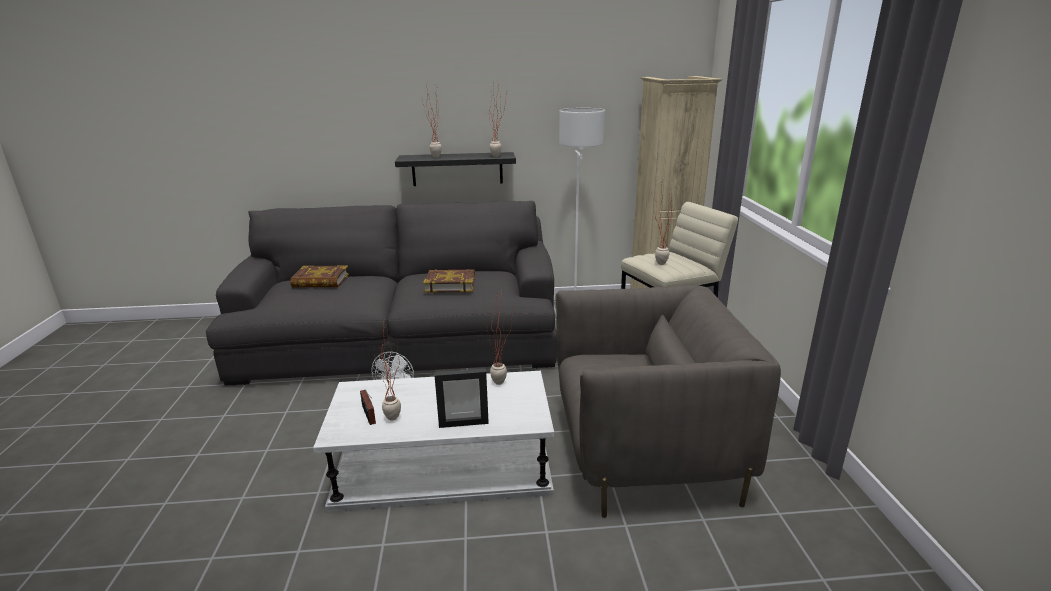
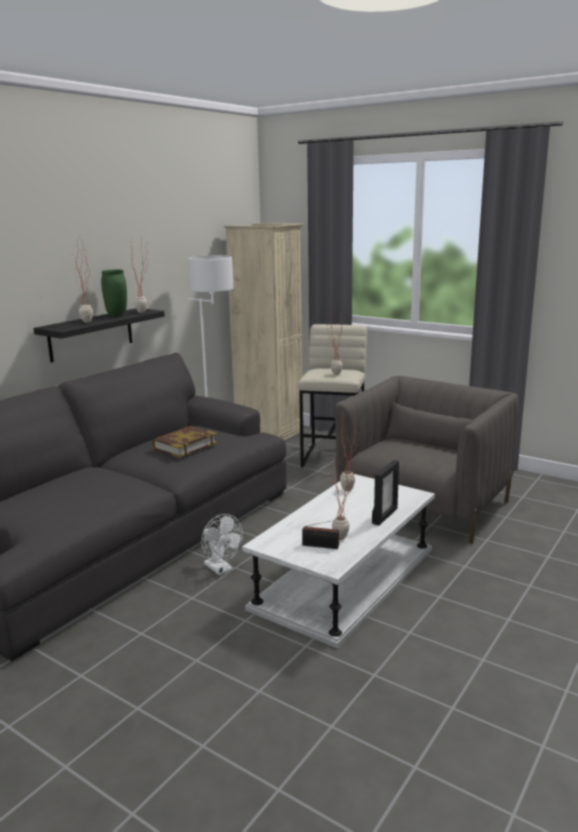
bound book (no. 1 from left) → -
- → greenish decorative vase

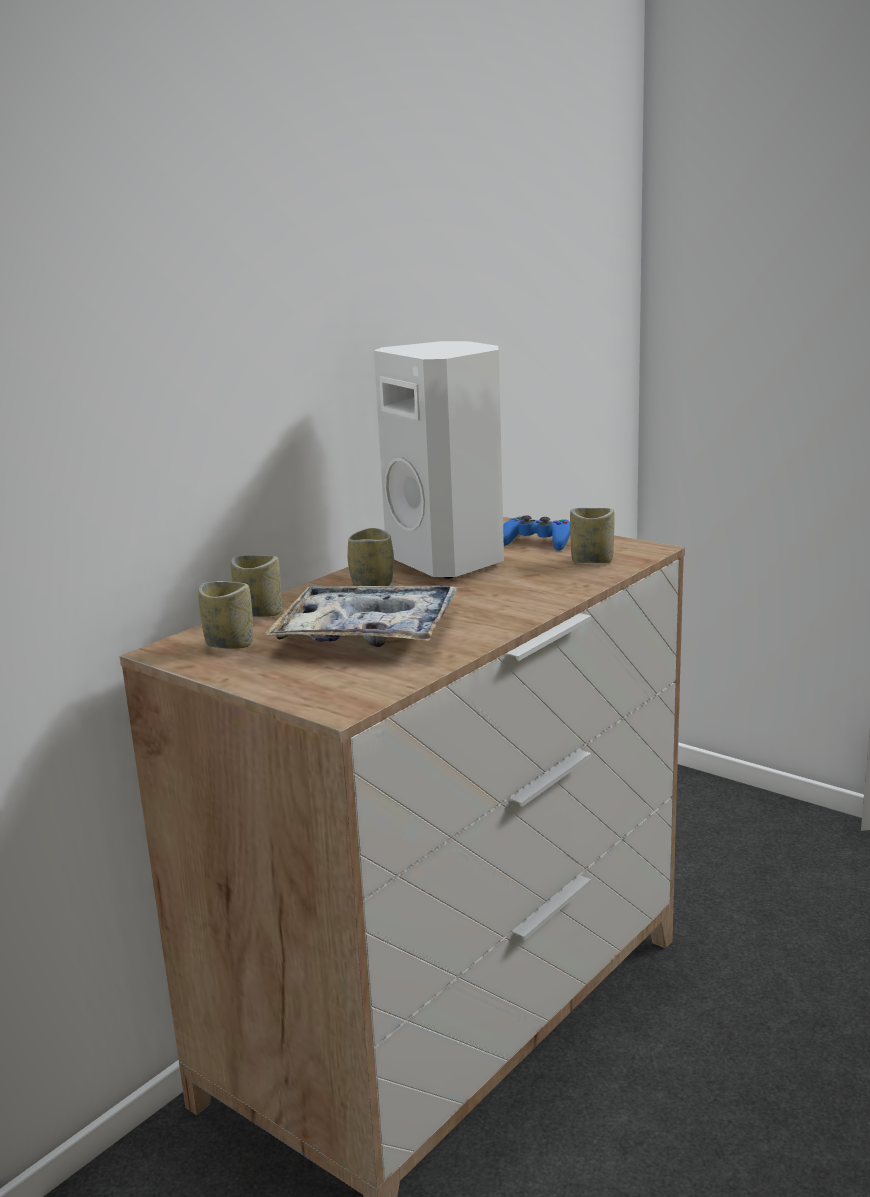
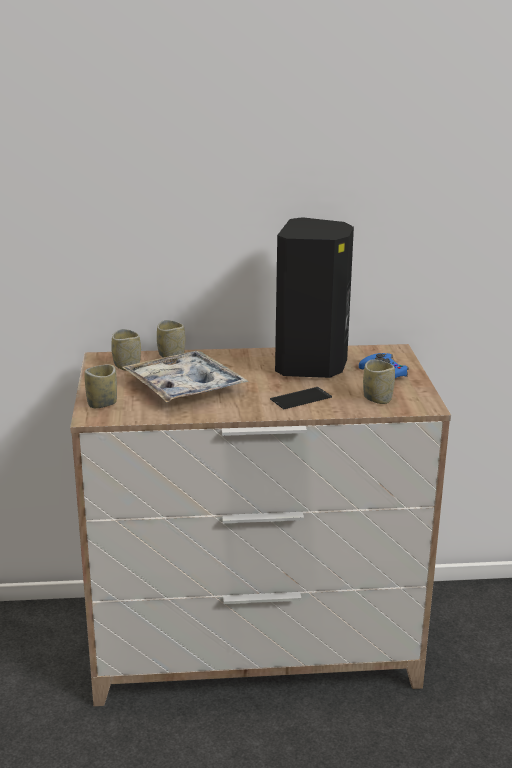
white-coloured loudspeaker → black loudspeaker
cup (no. 3 from left in the first image) → cup (no. 1 from left), shifted
- → phone

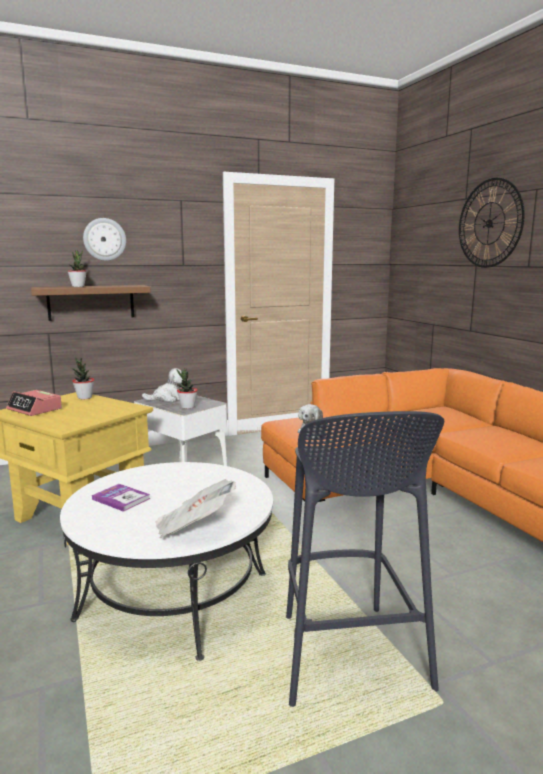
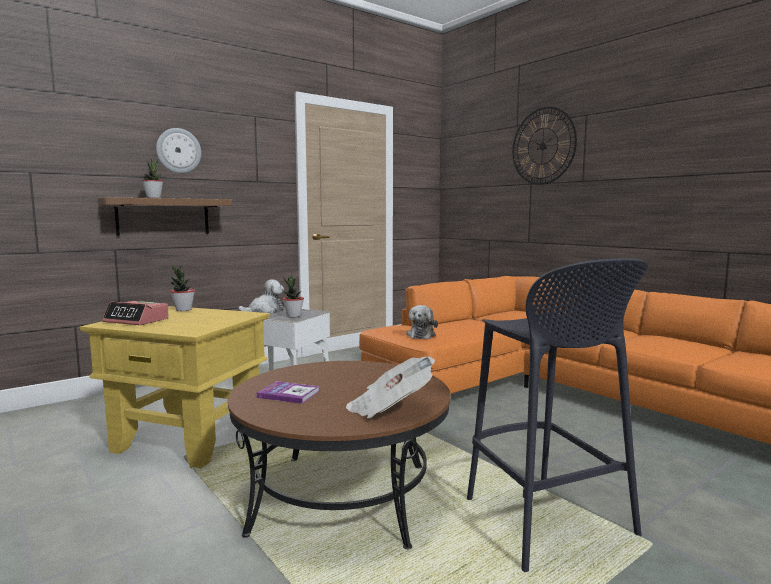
white-coloured low table → brown low table

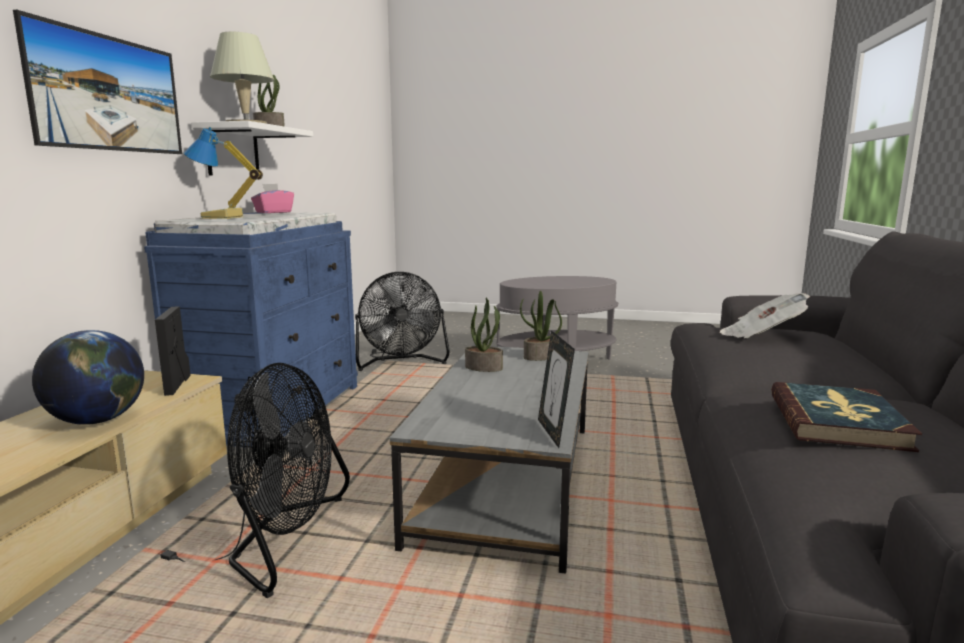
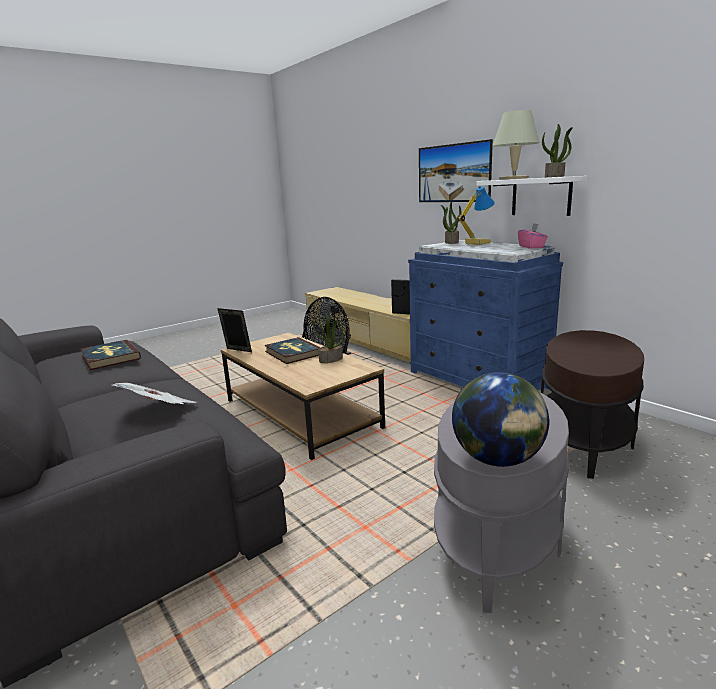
black electric fan (no. 2 from left) → brown accent table
houseplant (no. 3 from left in the first image) → houseplant (no. 2 from left), shifted
world globe, shifted
grey low table → brown low table
- → bound book (no. 2 from left)

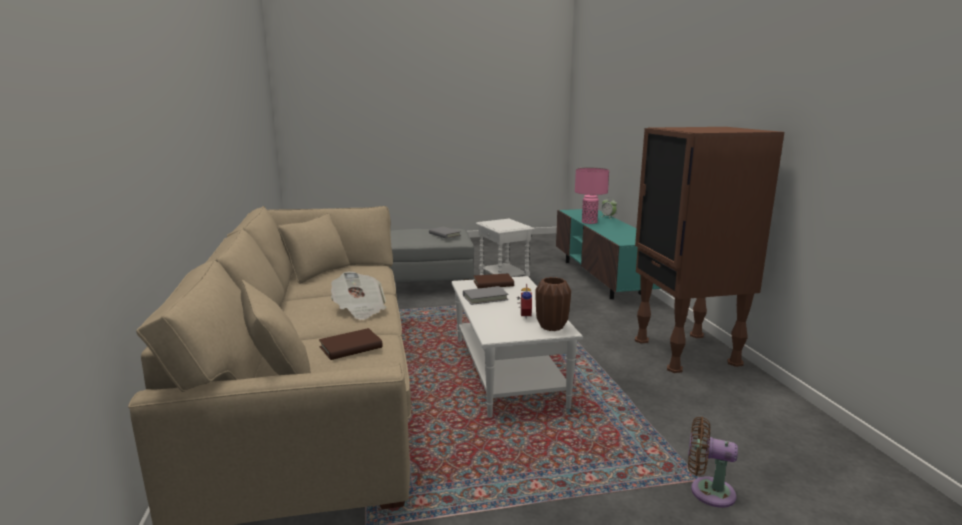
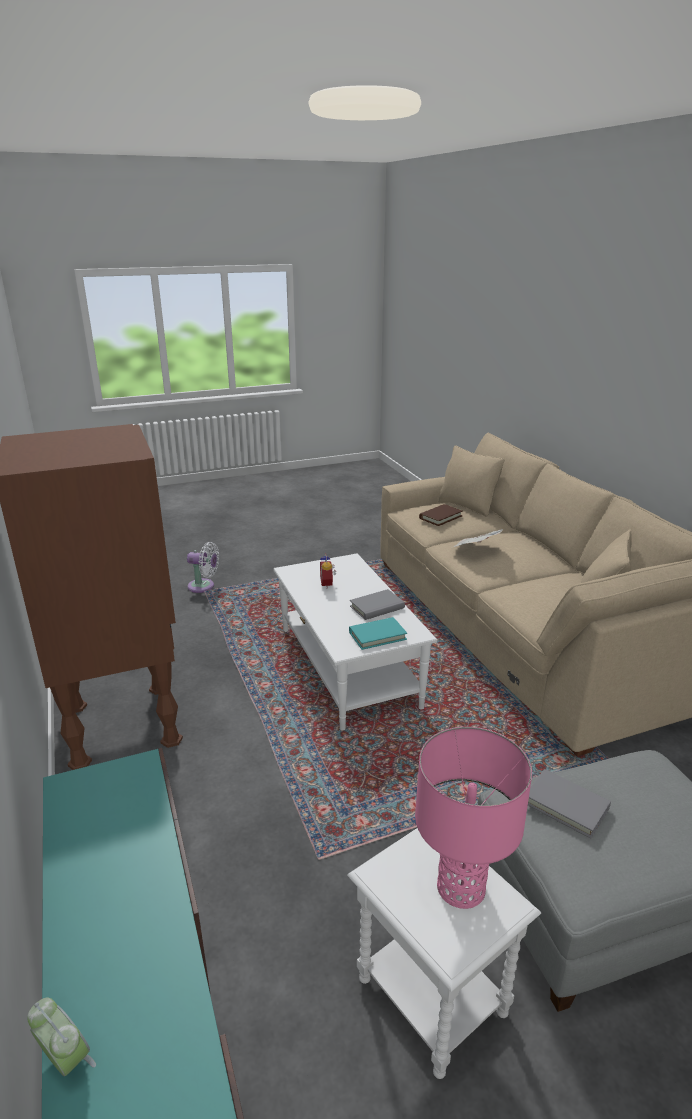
pink-coloured lamp for a table, shifted
brown bound book (no. 2 from left) → turquoise-coloured bound book
brown decorative vase → -
brown electric fan → white-coloured electric fan

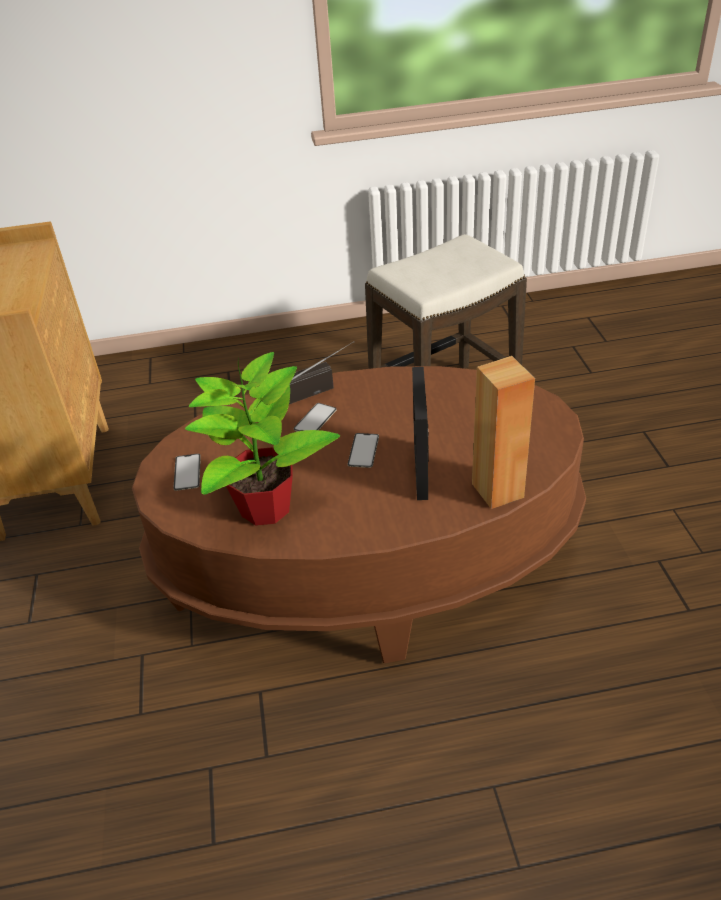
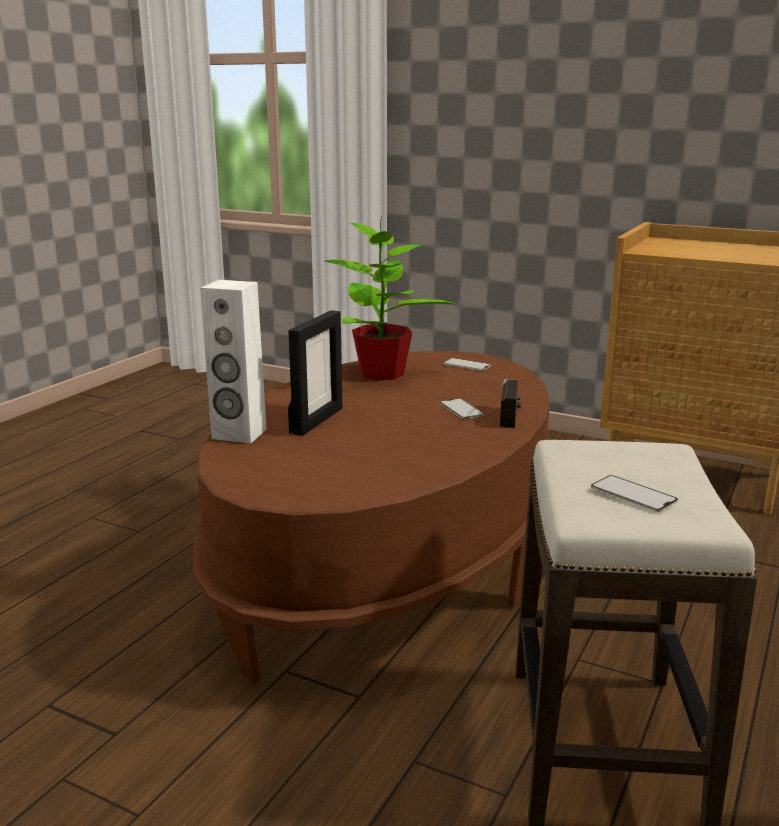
brown loudspeaker → white-coloured loudspeaker
picture frame, 75 degrees clockwise
phone (no. 3 from left), shifted

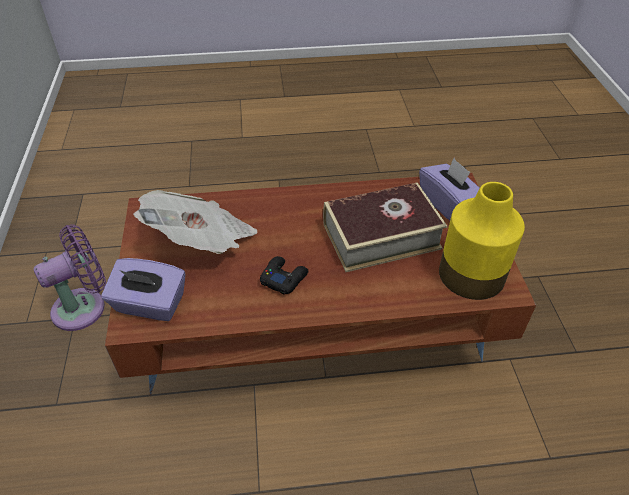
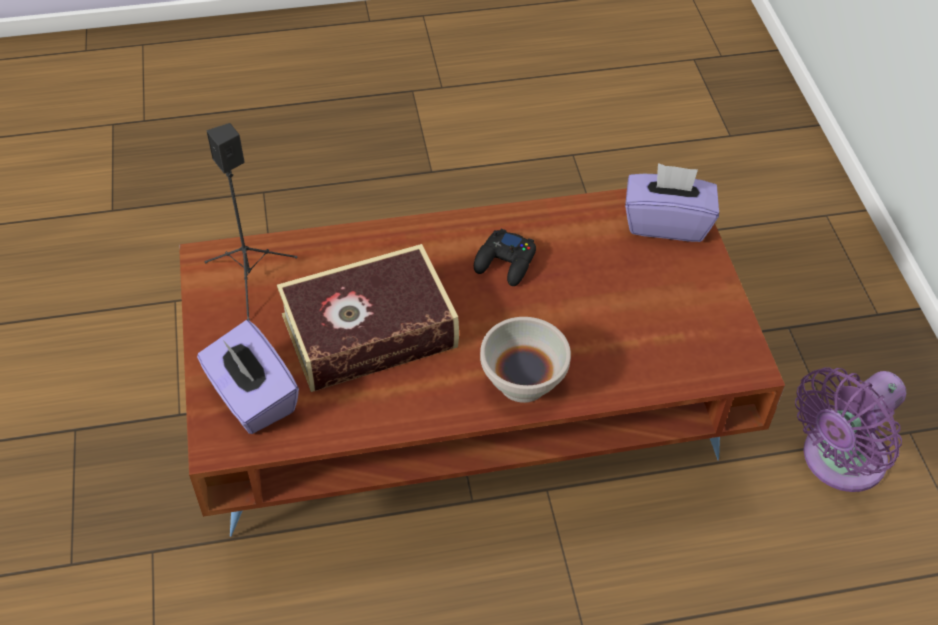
yellow decorative vase → black loudspeaker
printed paper → -
- → white-coloured serving bowl

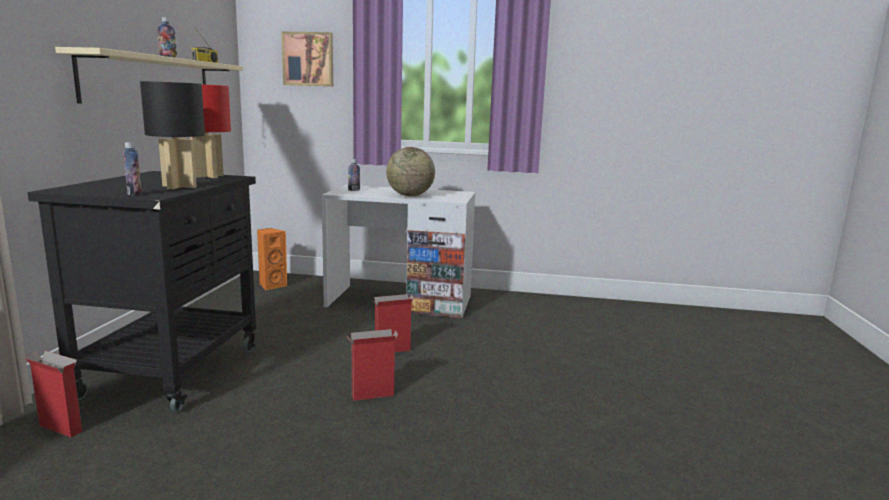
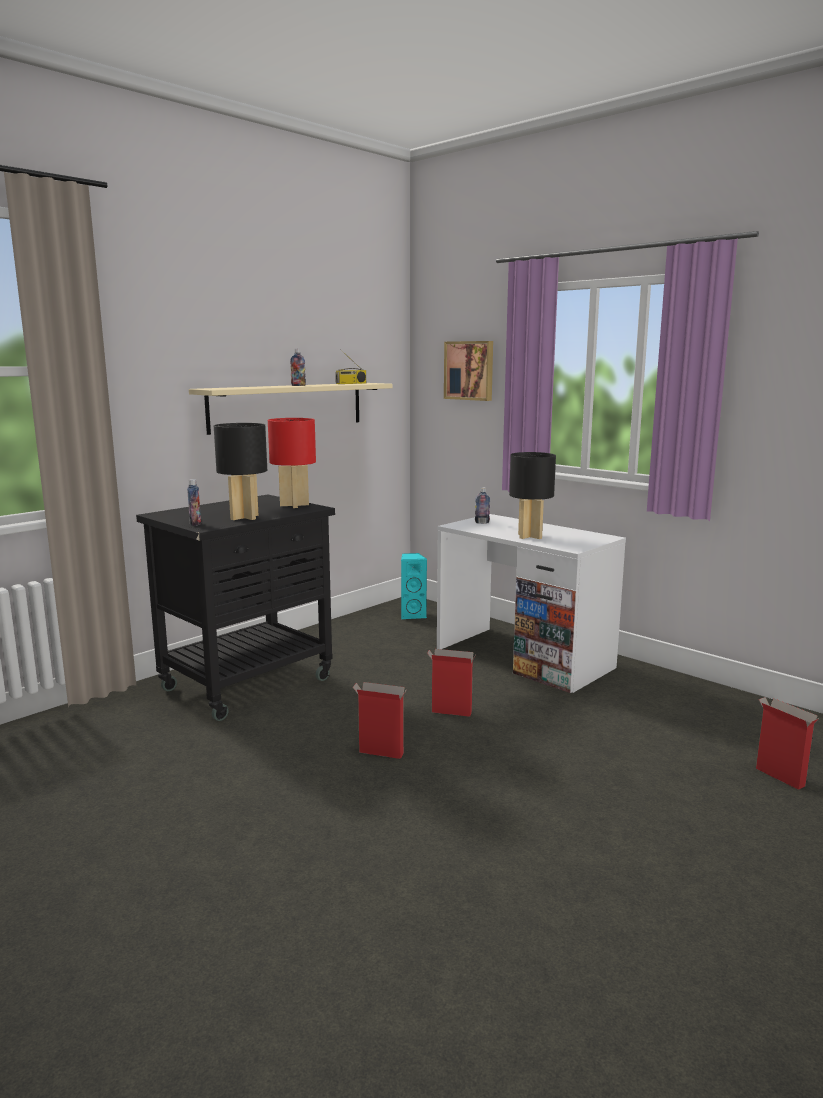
world globe → black lamp for a table (no. 2 from left)
orangey loudspeaker → turquoise-coloured loudspeaker
packing box (no. 1 from left in the first image) → packing box (no. 3 from left), shifted

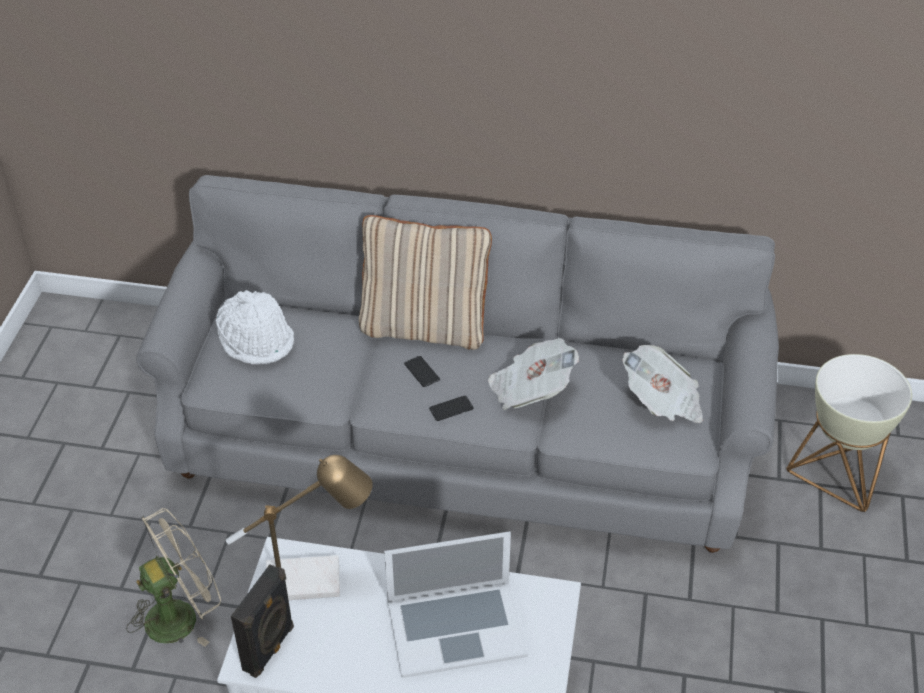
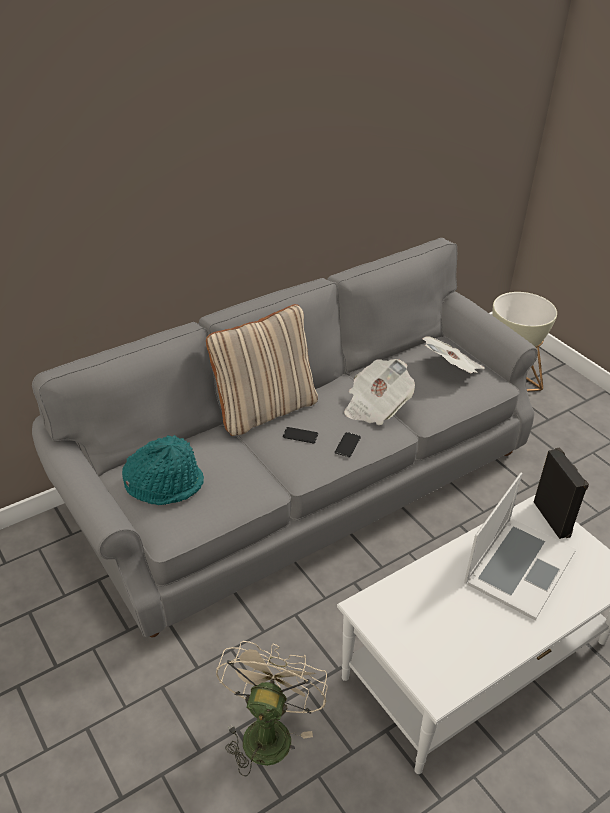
white-coloured wearable hat → turquoise-coloured wearable hat
lamp for a table → -
black loudspeaker, shifted

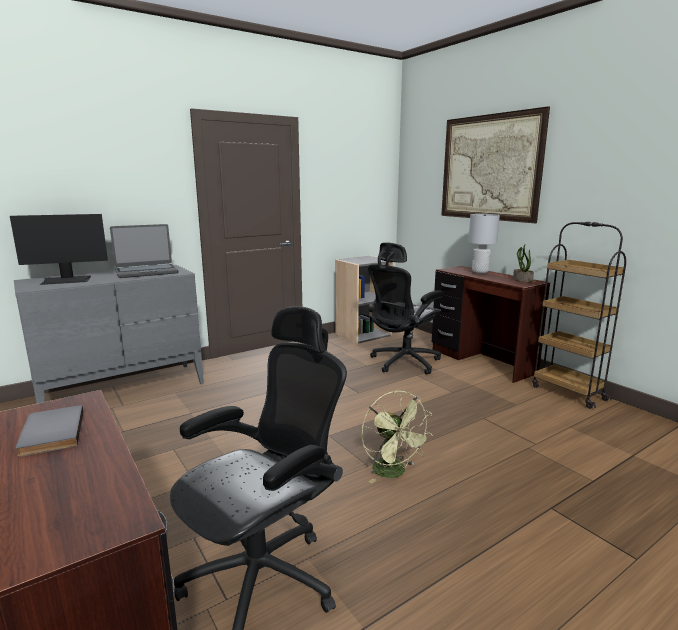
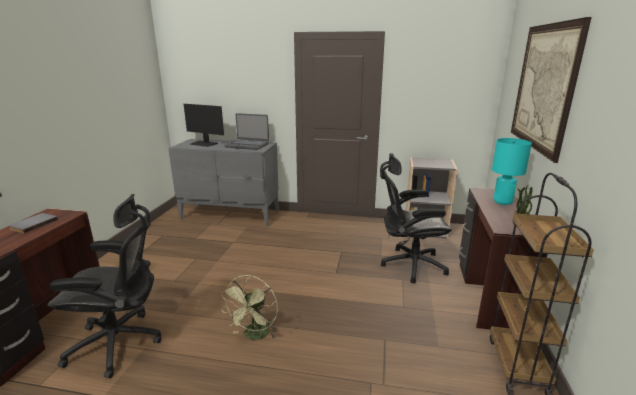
grey lamp for a table → turquoise-coloured lamp for a table

